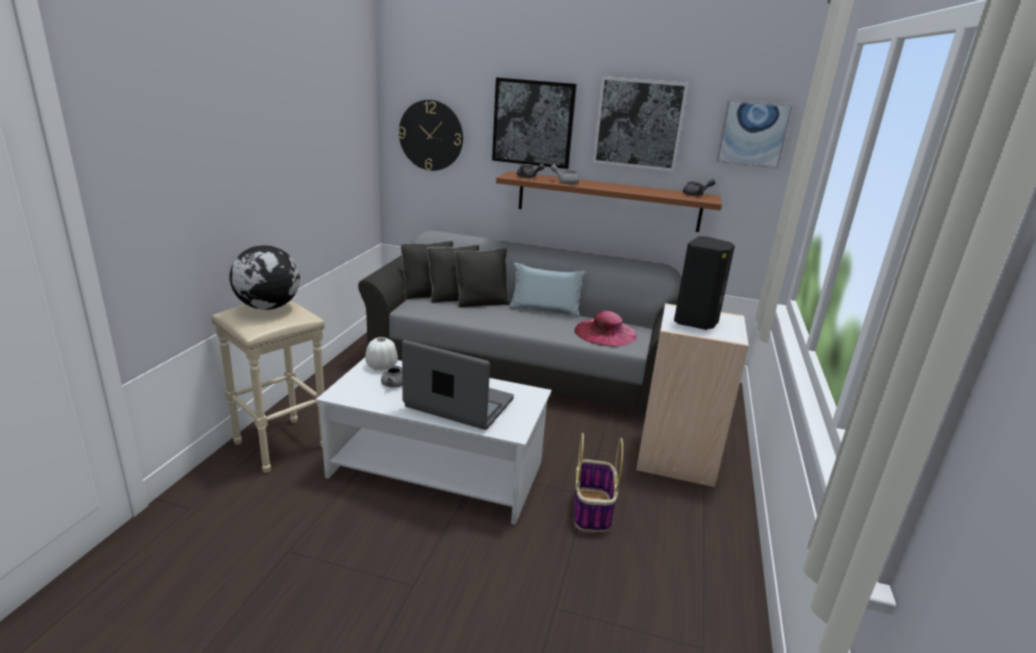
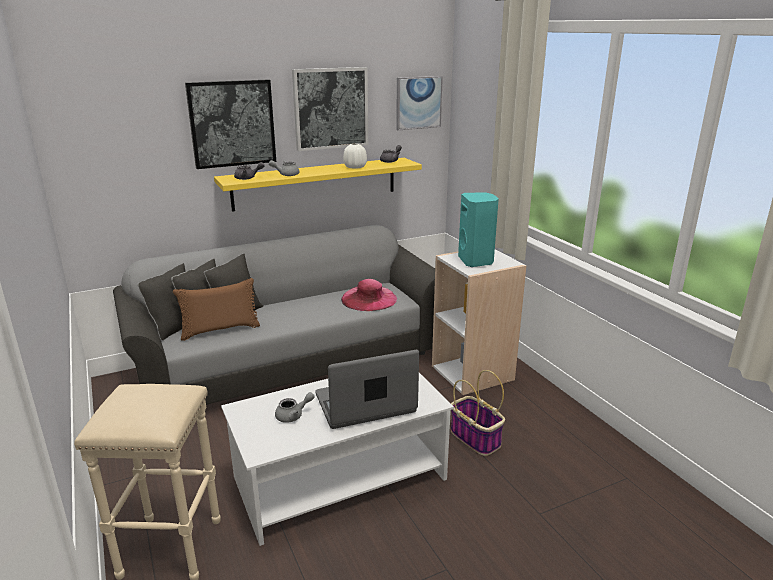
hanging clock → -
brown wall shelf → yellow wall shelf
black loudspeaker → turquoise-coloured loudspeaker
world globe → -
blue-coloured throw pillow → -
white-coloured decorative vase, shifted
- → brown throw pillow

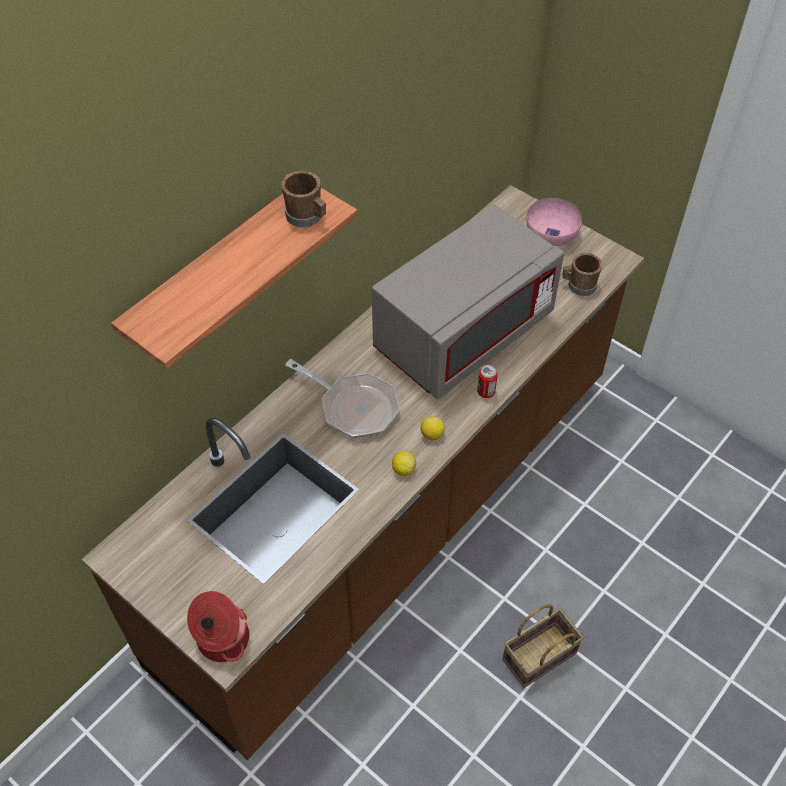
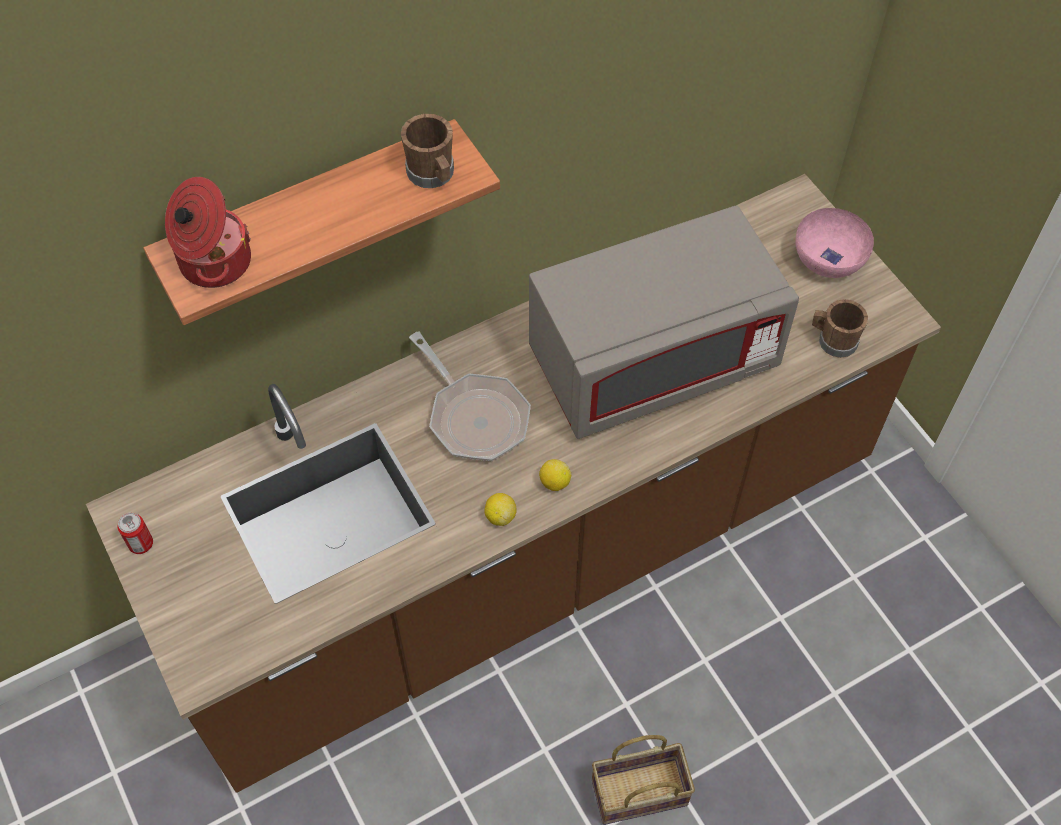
metal can, shifted
saucepot, shifted

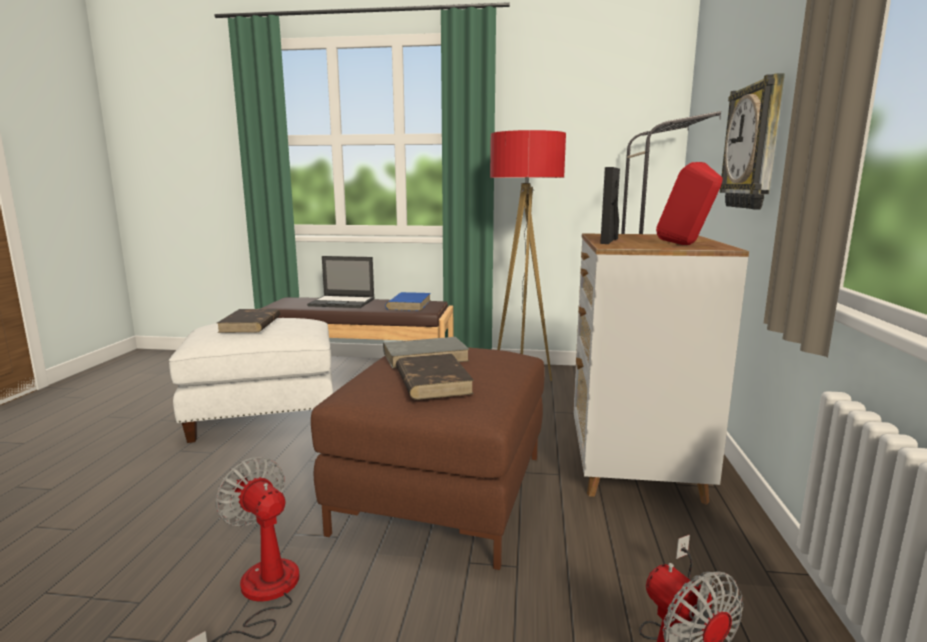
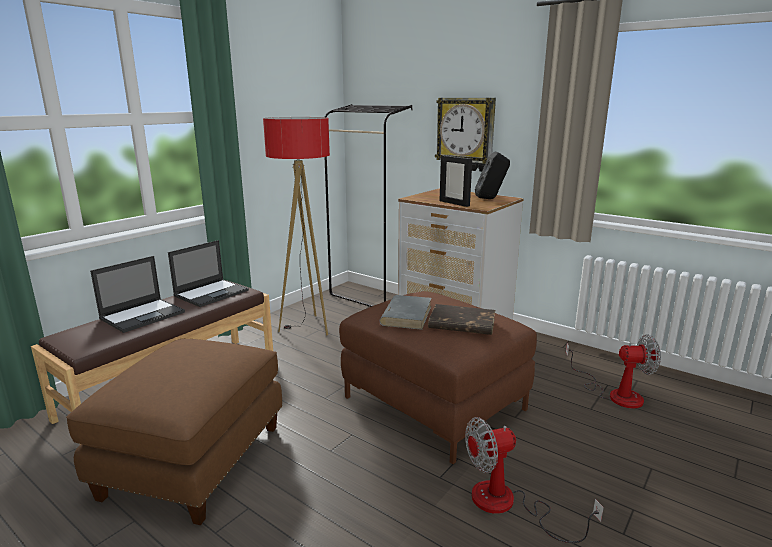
red-coloured loudspeaker → black loudspeaker
blue-coloured bound book → portable computer (no. 2 from left)
brown bound book (no. 1 from left) → -
white-coloured ottoman → brown ottoman (no. 1 from left)

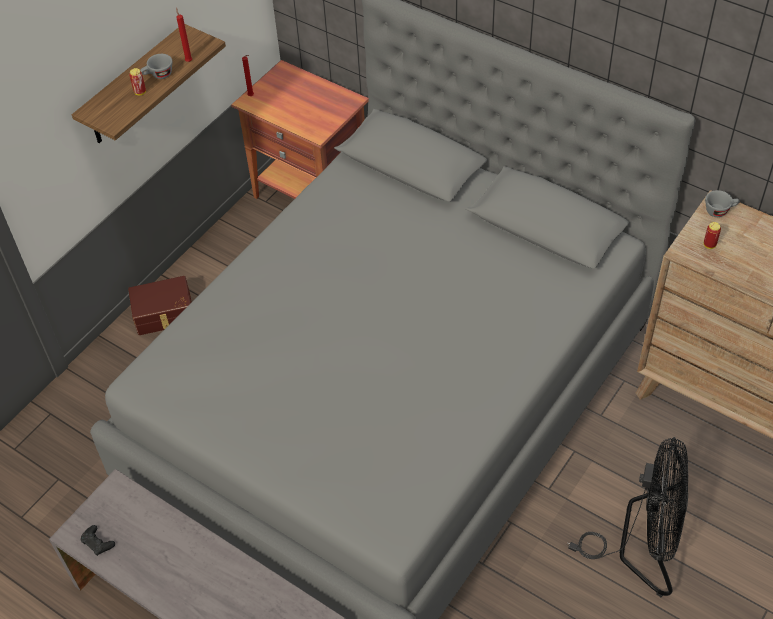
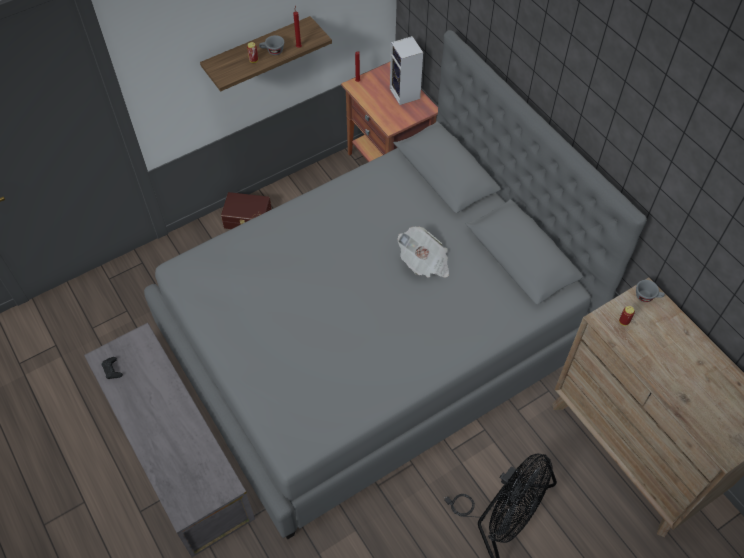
- → loudspeaker
- → printed paper

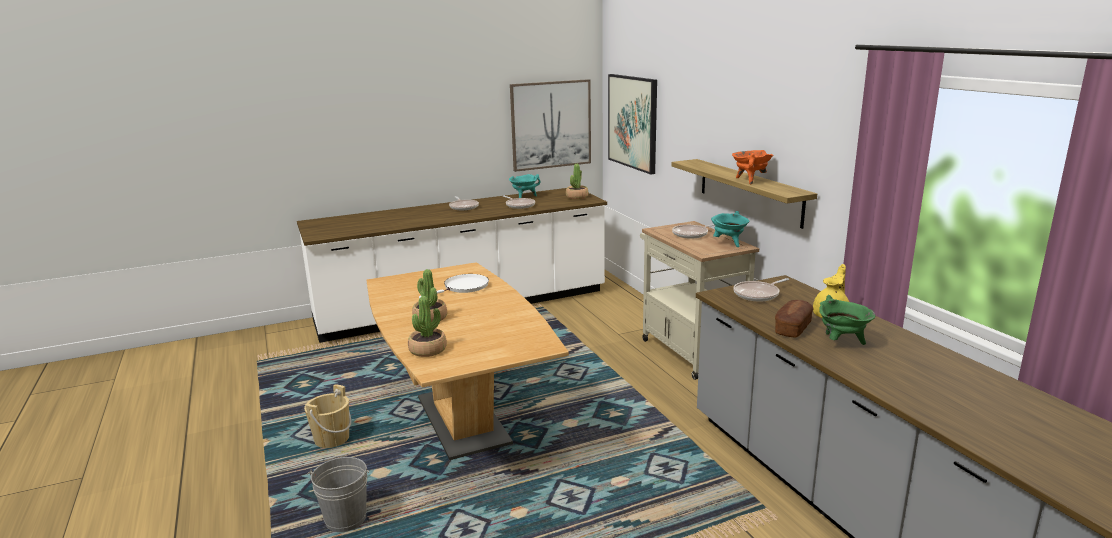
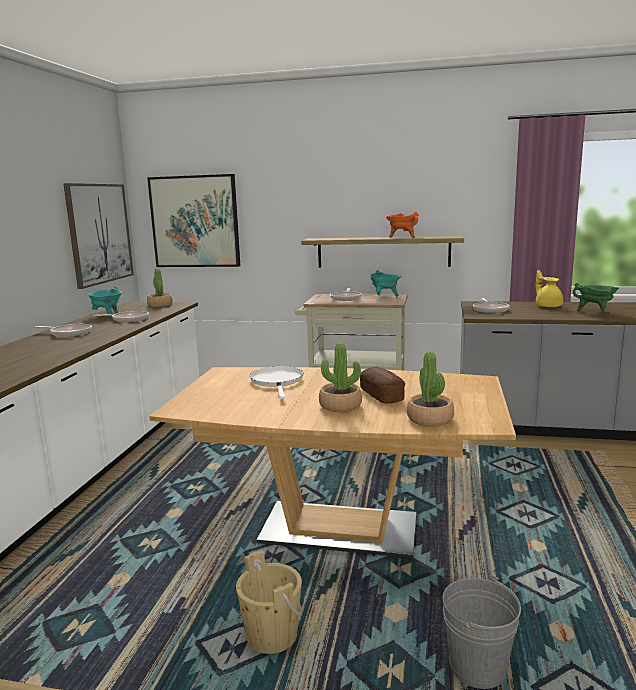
bakery bread, shifted

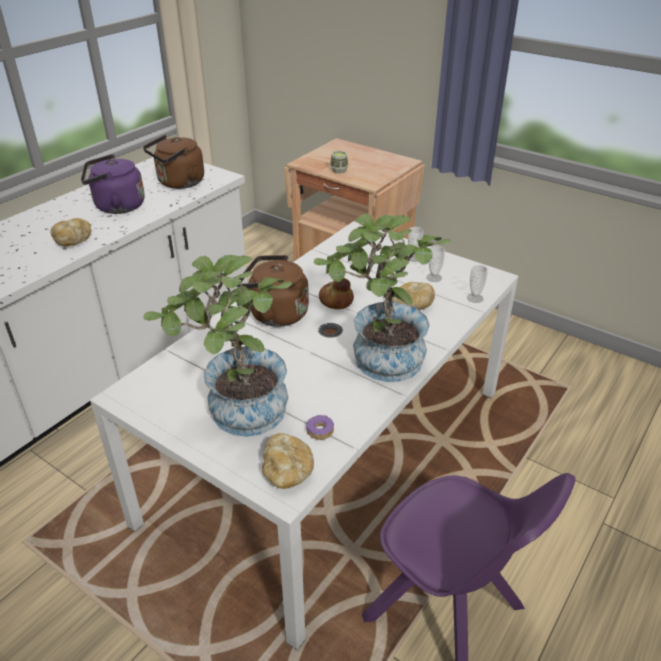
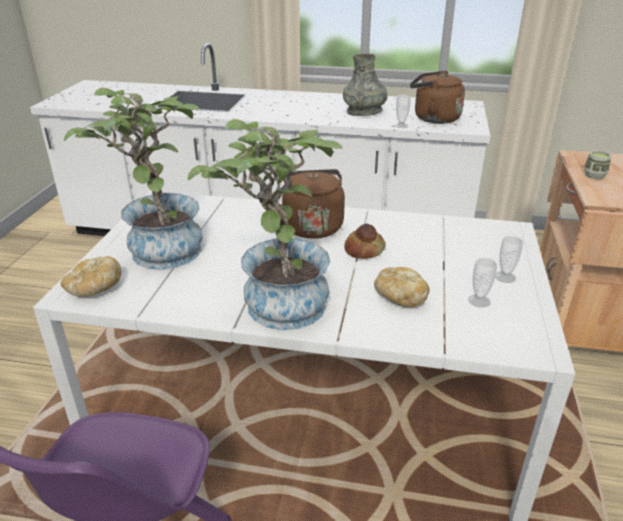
purple kettle → grey decorative vase
bakery bread (no. 1 from left) → -
cup (no. 4 from left in the first image) → cup (no. 1 from left), shifted
ring doughnut → -

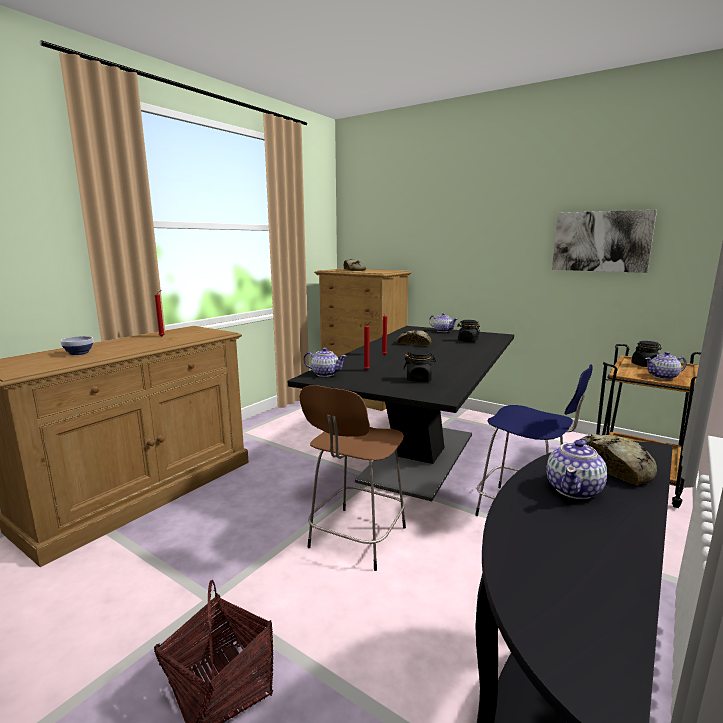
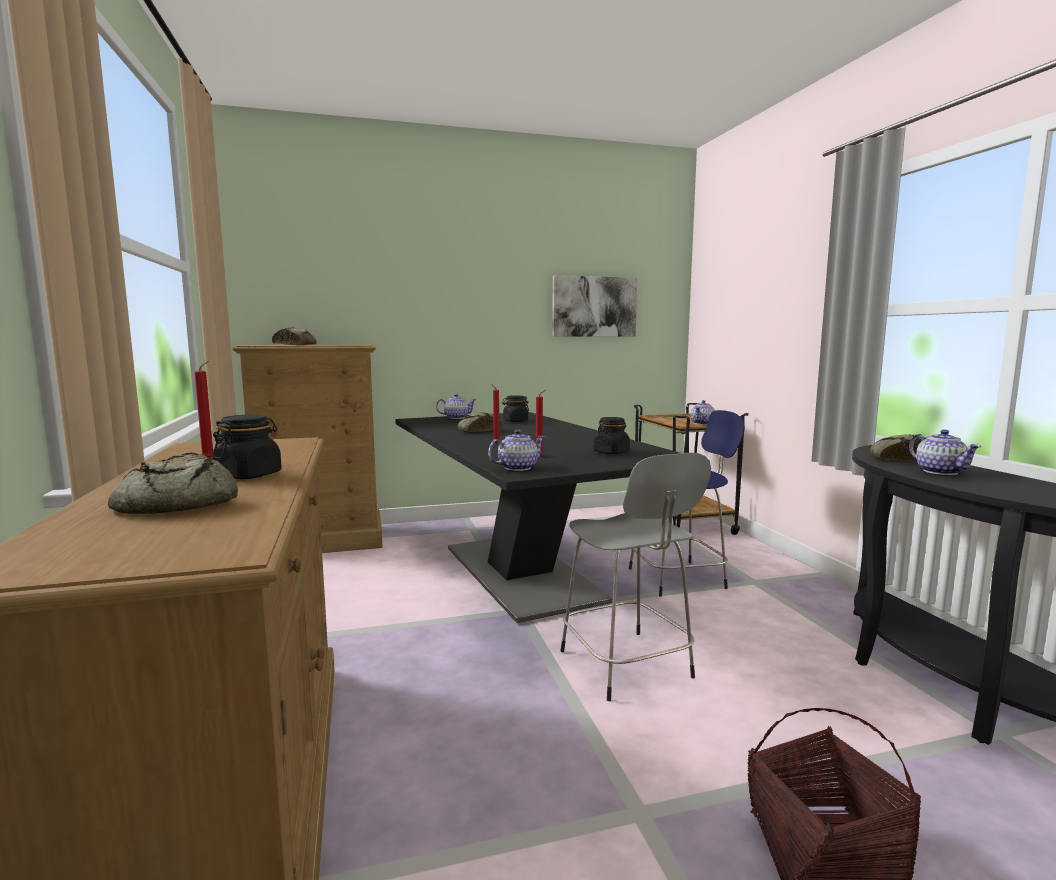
serving bowl → bakery bread (no. 1 from left)
black storage jar (no. 3 from left in the first image) → black storage jar (no. 1 from left), shifted
brown sitting stool → grey sitting stool

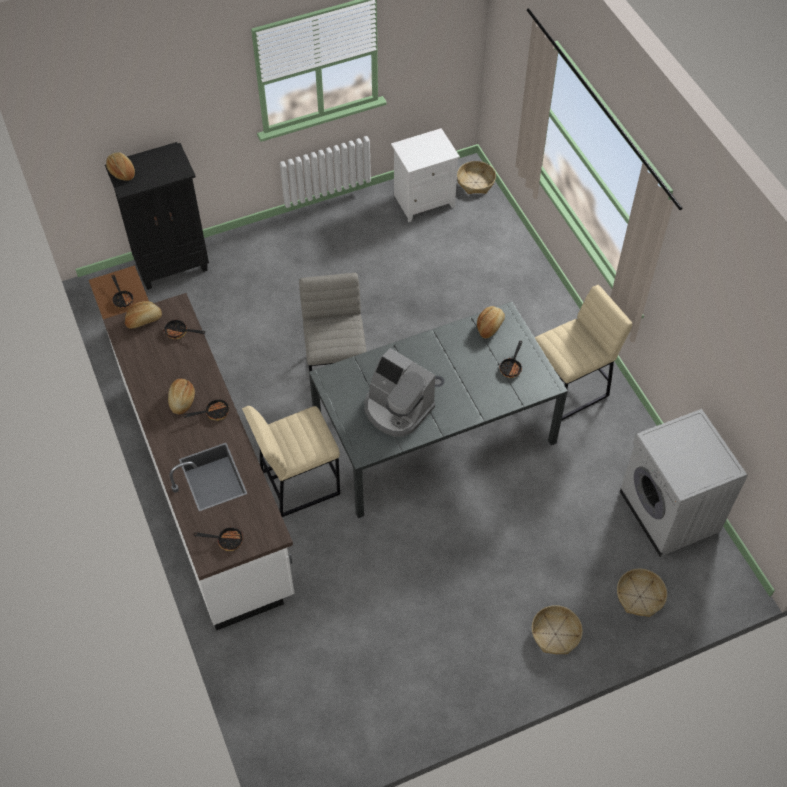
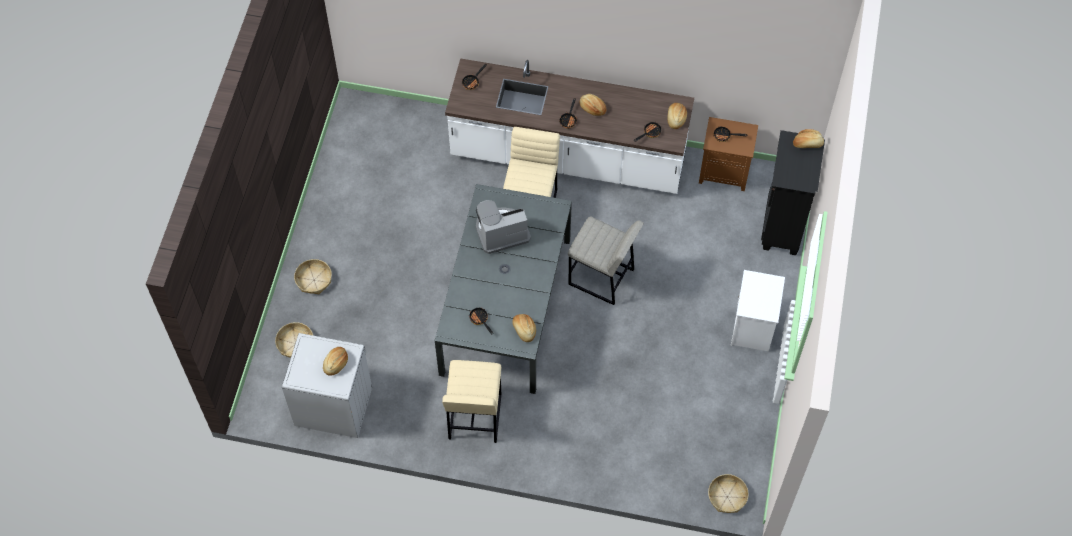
white-coloured night table, shifted
- → bakery bread (no. 1 from left)

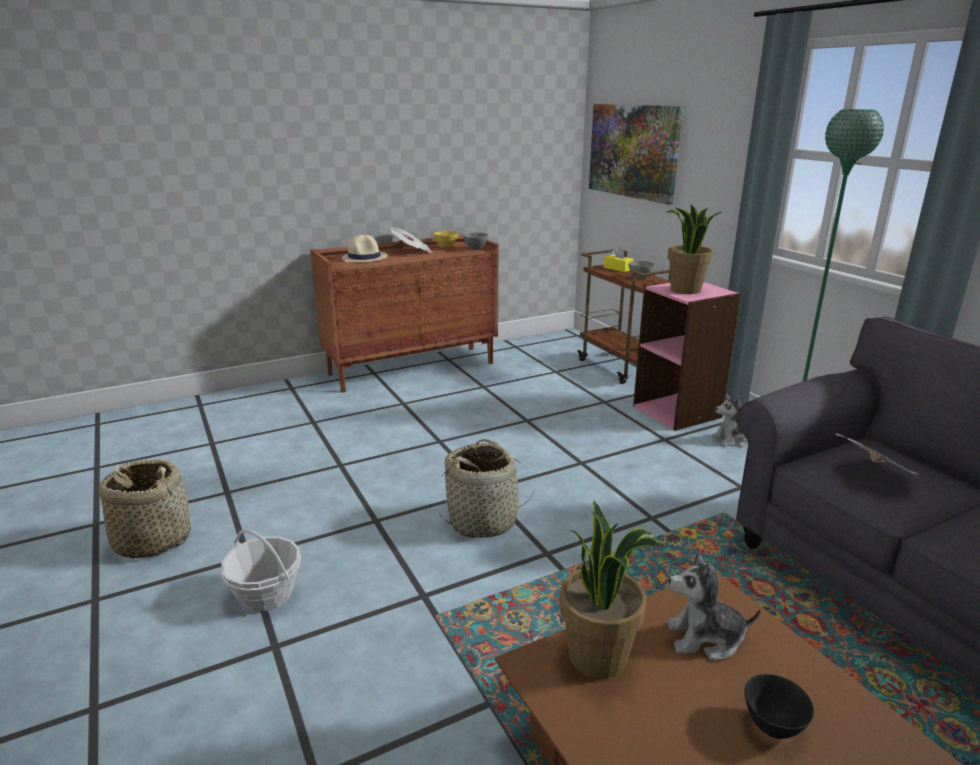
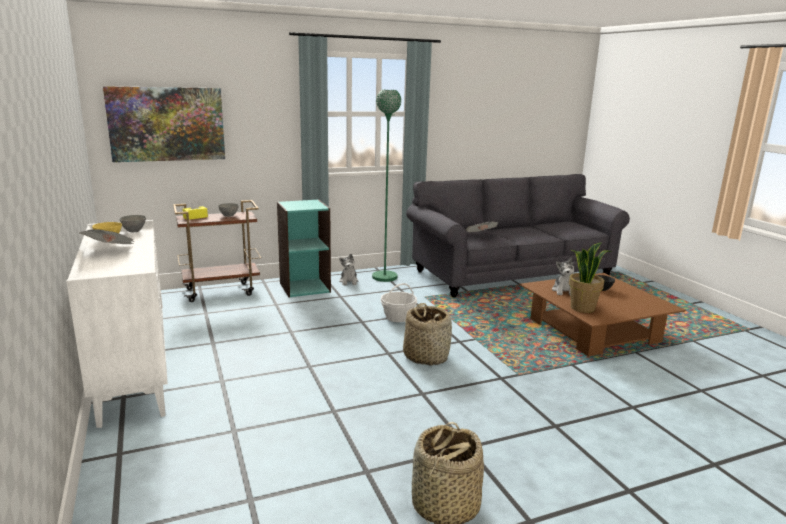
houseplant (no. 2 from left) → -
brown storage cabinet → white-coloured storage cabinet
sand-coloured wearable hat → -
pink-coloured shelving unit → turquoise-coloured shelving unit
storage basket (no. 2 from left in the first image) → storage basket (no. 1 from left), shifted

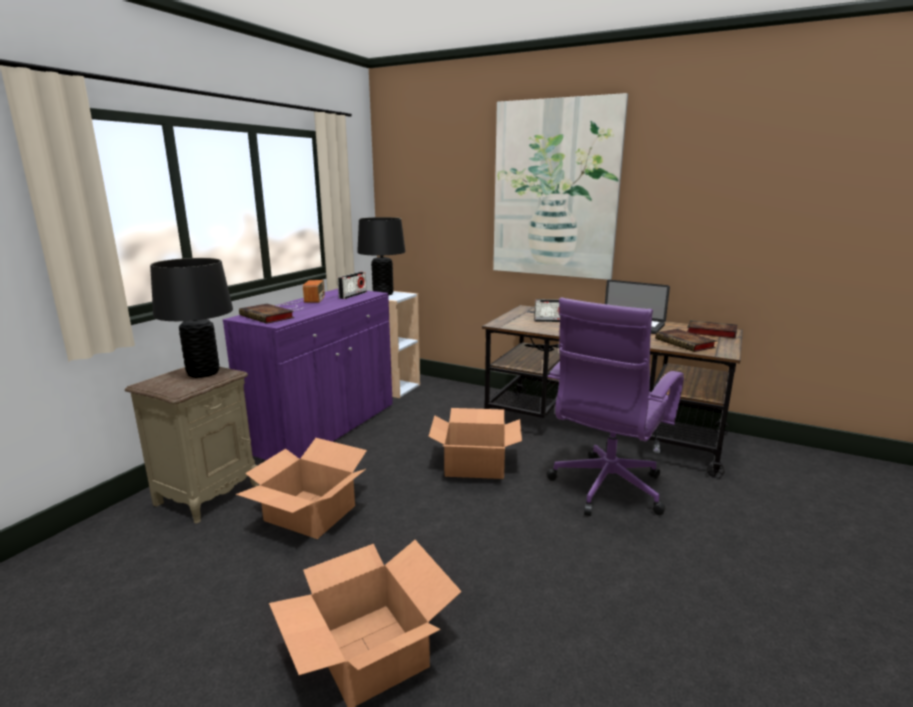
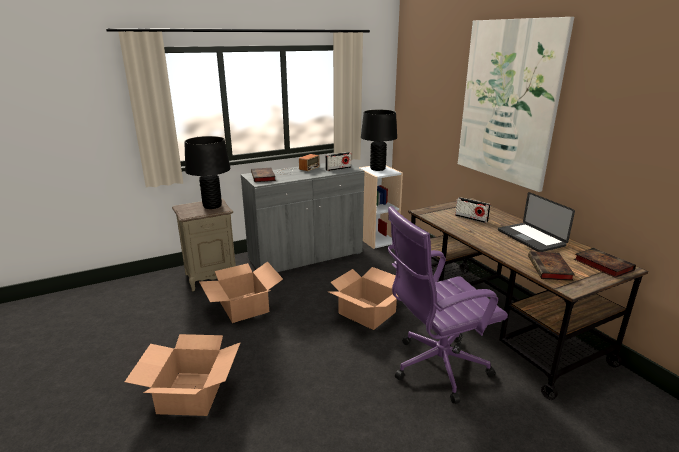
purple storage cabinet → grey storage cabinet

